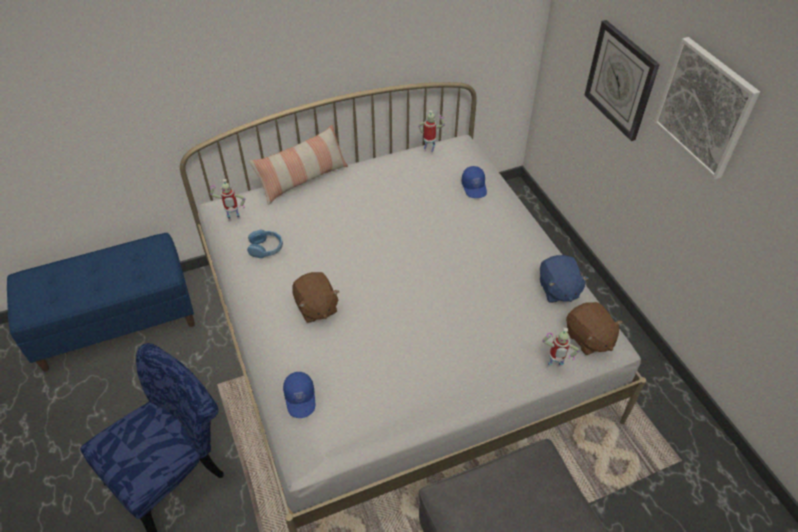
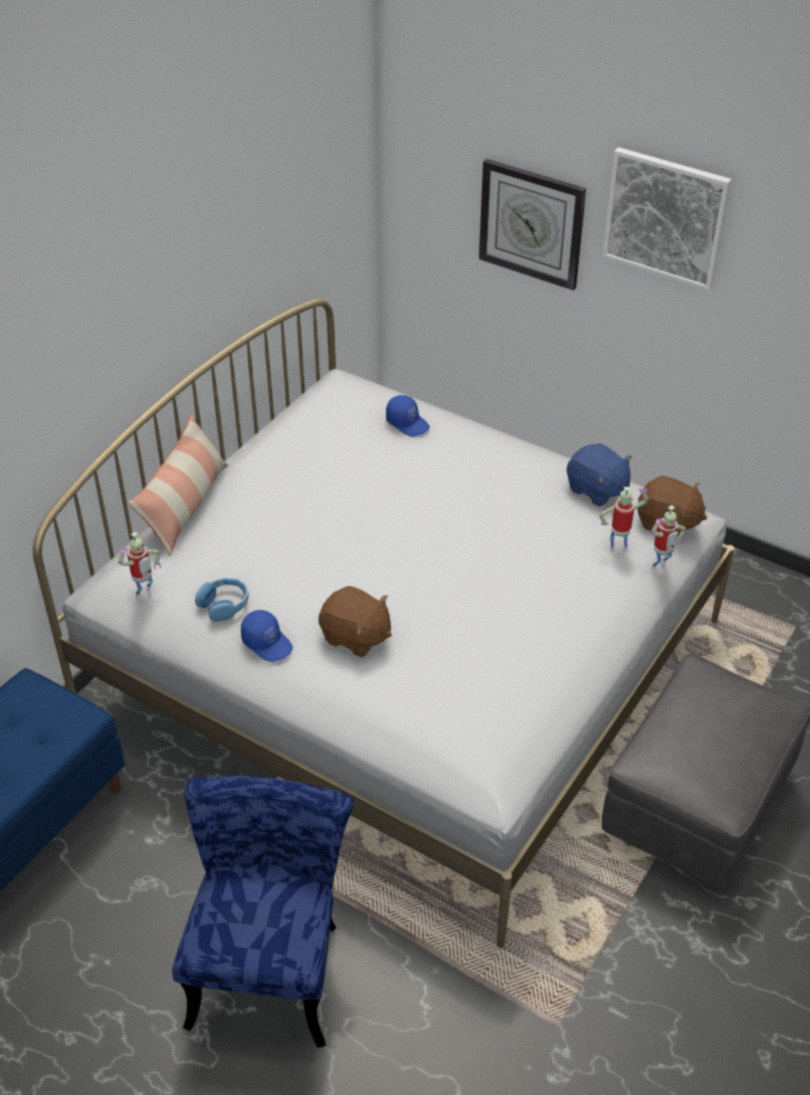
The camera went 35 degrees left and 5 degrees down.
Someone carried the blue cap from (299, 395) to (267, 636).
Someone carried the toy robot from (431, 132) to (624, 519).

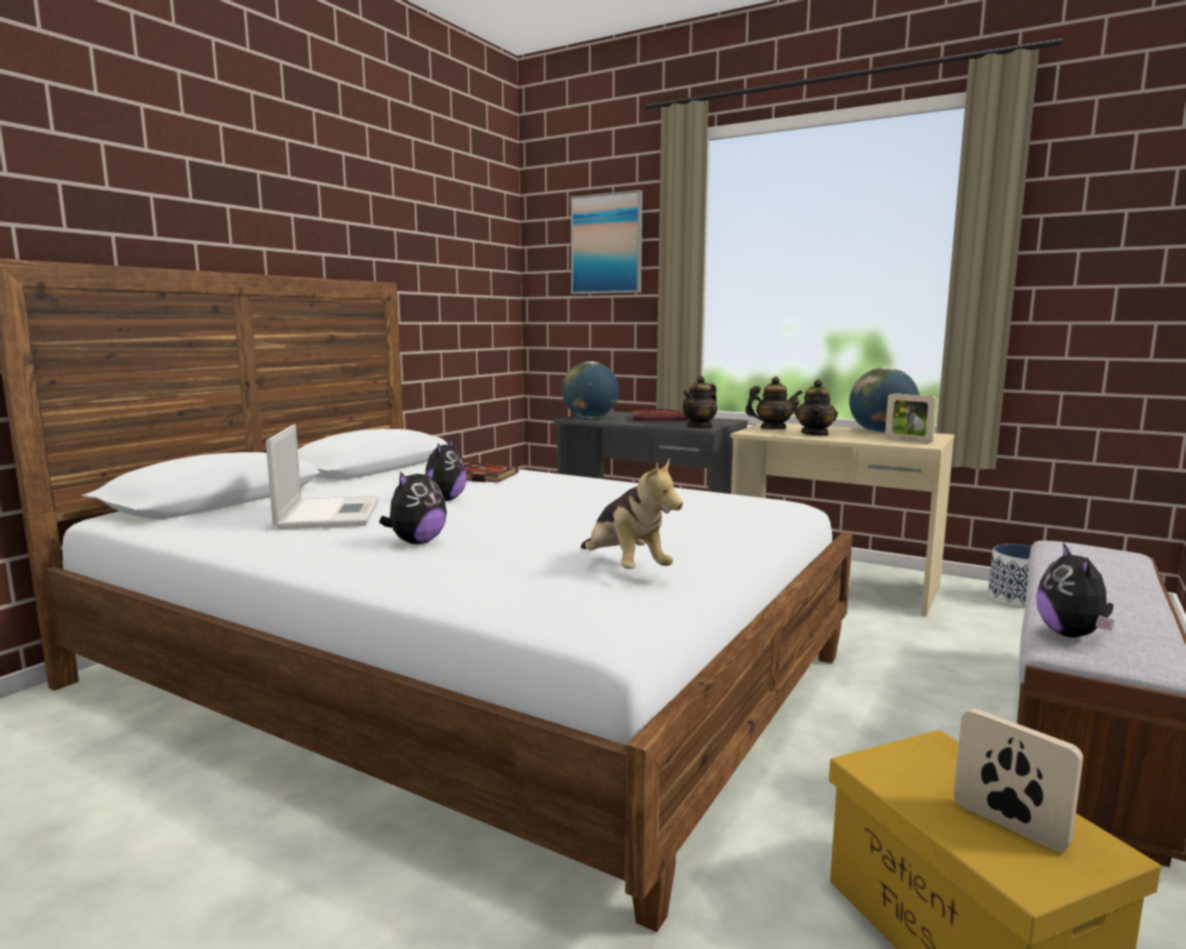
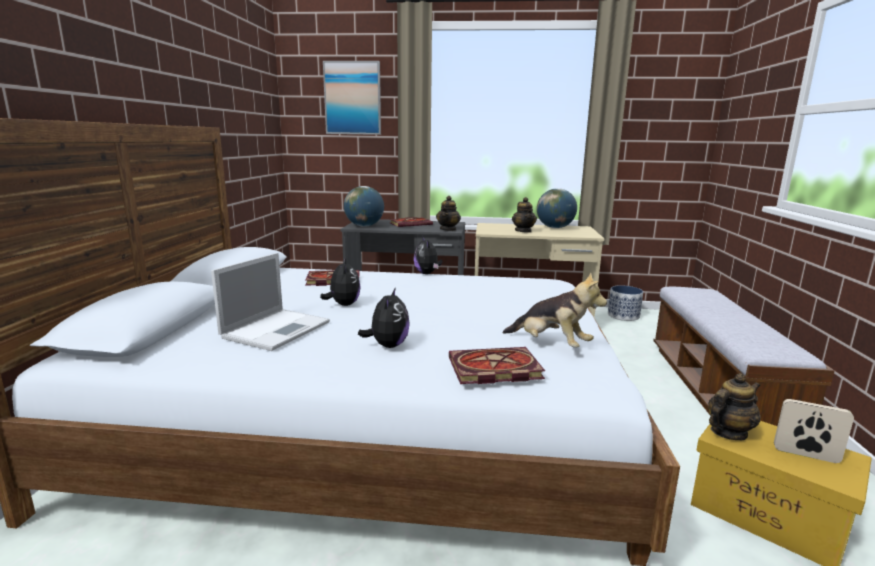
The camera went 25 degrees left and 5 degrees up.
Someone rotated the laptop at (322, 476) by 60 degrees clockwise.
Someone carried the teapot from (774, 403) to (734, 406).
Someone took away the picture frame at (911, 418).
Someone carried the plush toy from (1075, 590) to (427, 255).
Someone put down the book at (497, 365).

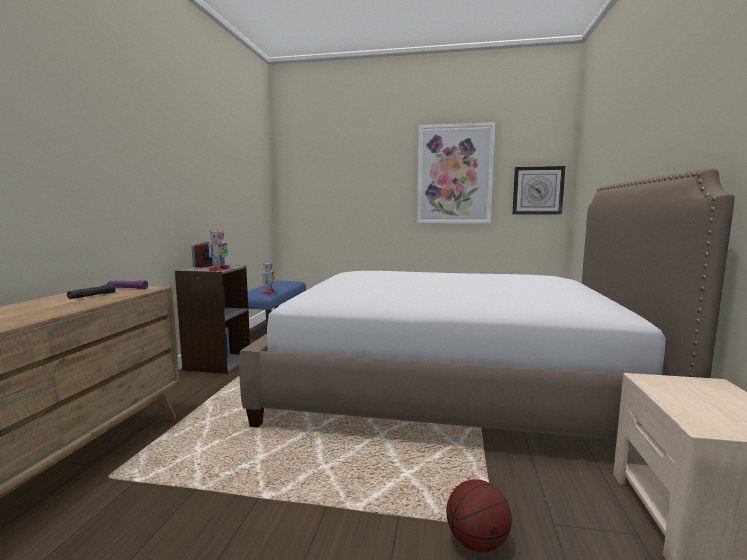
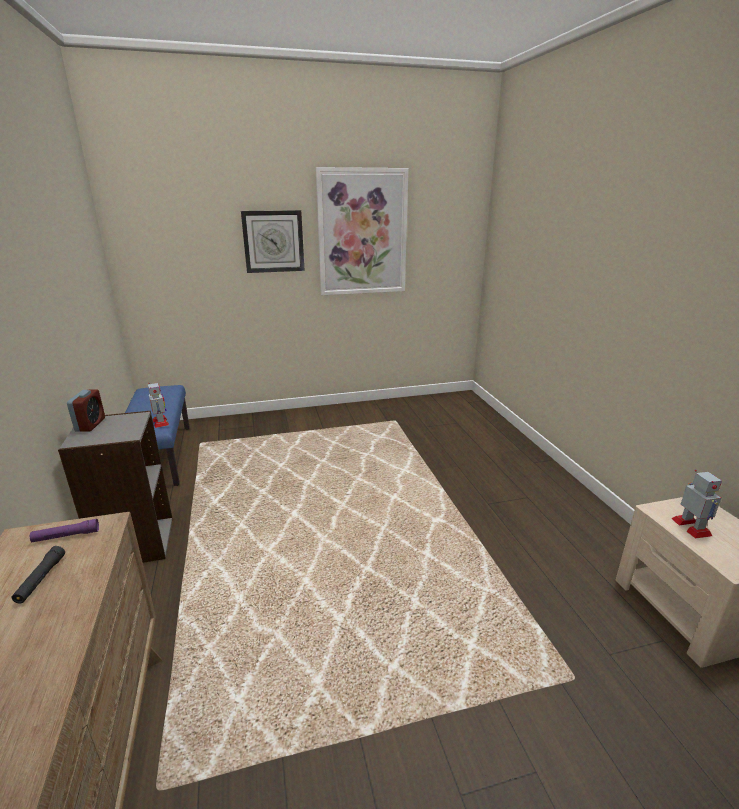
The camera went 25 degrees left and 15 degrees up.
Someone carried the toy robot from (219, 251) to (696, 504).
Someone took away the bed at (487, 304).
Someone took away the basketball at (479, 515).
Someone carried the wall clock from (538, 190) to (273, 241).

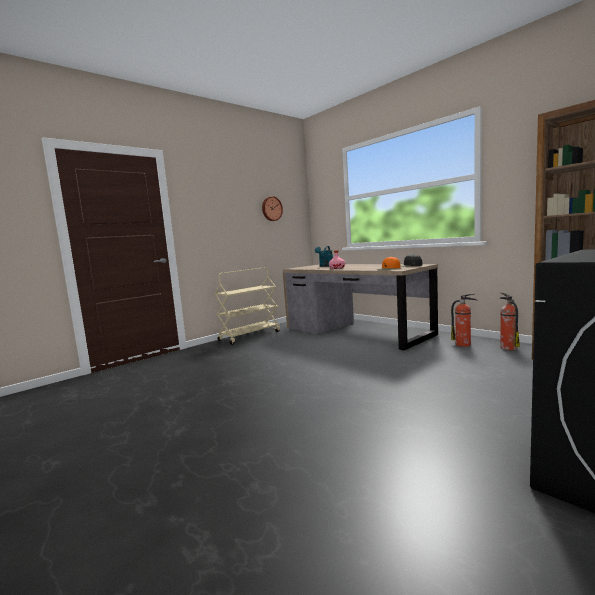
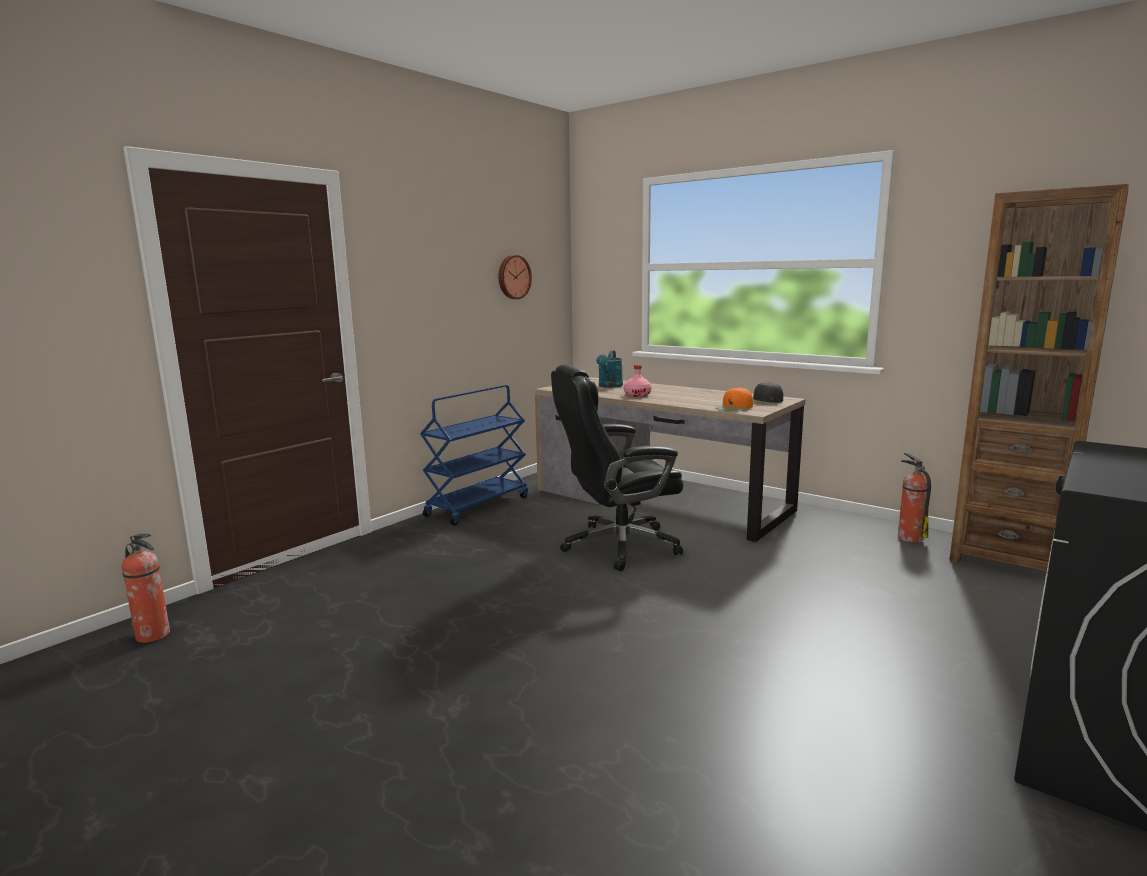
The camera went 10 degrees left and 5 degrees up.
Someone repainted the beige cart at (247, 306), which became the blue cart at (474, 455).
Someone carried the fire extinguisher from (464, 320) to (146, 588).
Someone put down the black office chair at (617, 467).

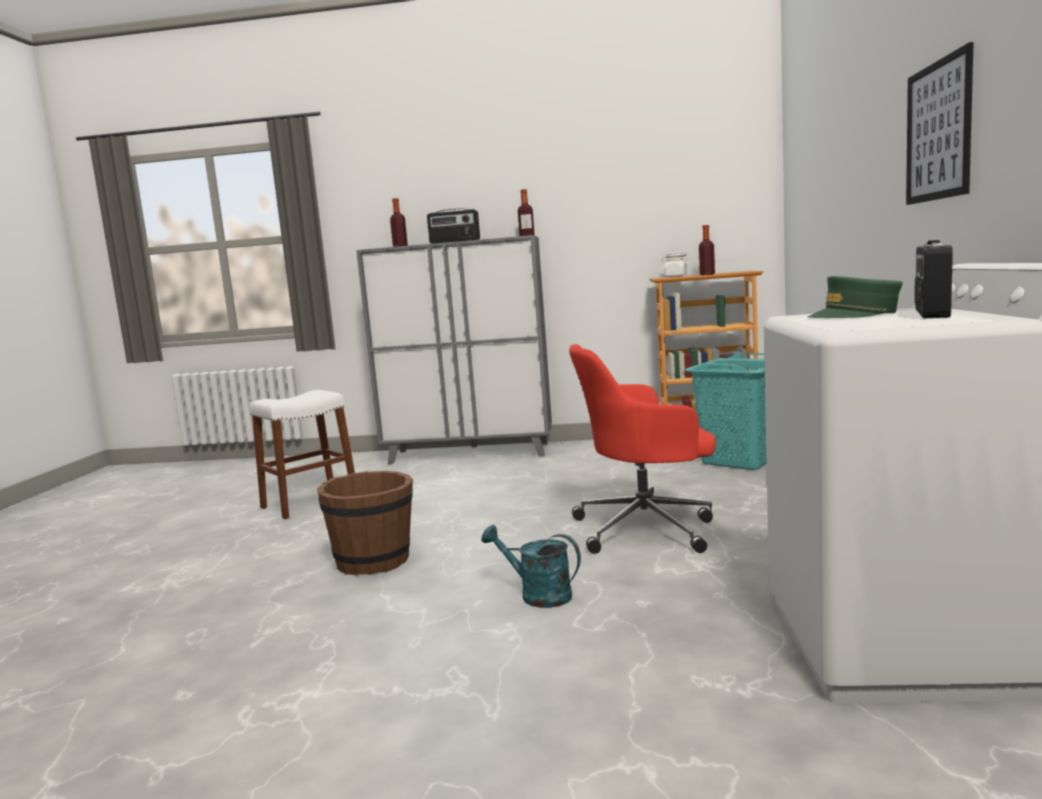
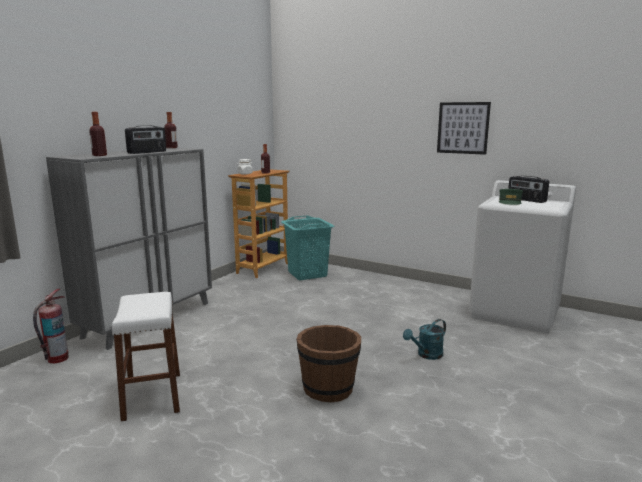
The camera went 65 degrees left and 5 degrees up.
Someone took away the red office chair at (642, 449).
Someone put down the fire extinguisher at (51, 326).

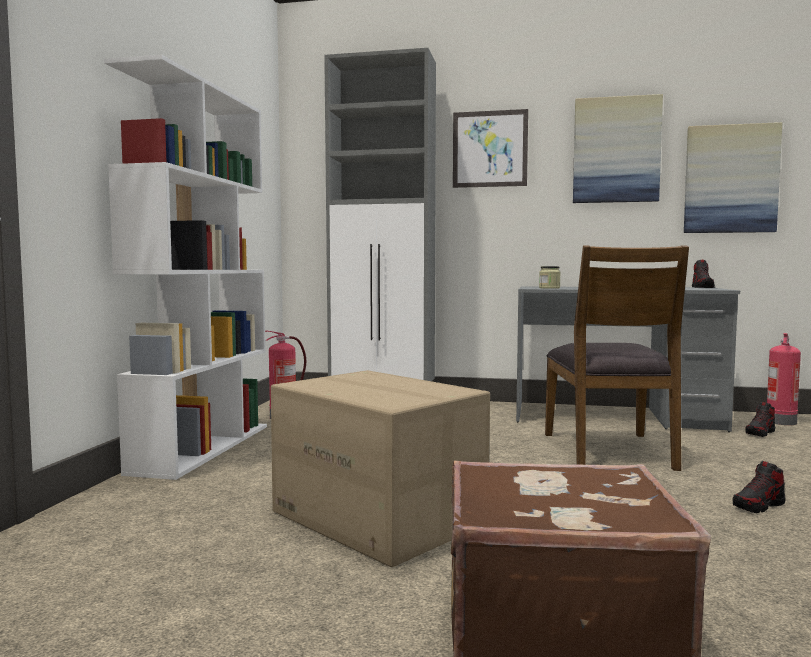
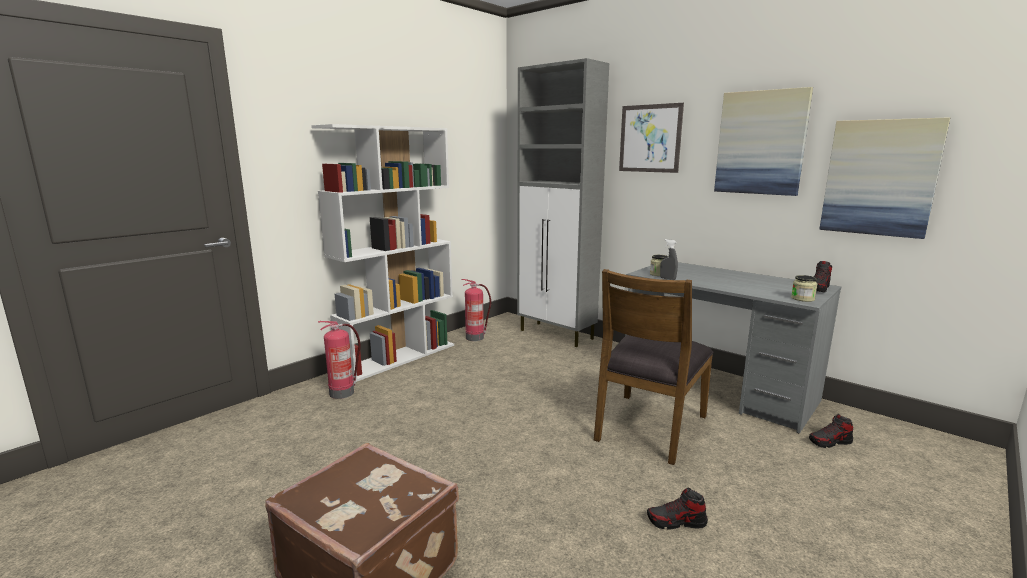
The camera went 30 degrees right and 10 degrees up.
Someone took away the cardboard box at (380, 468).
Someone carried the fire extinguisher from (784, 379) to (339, 360).
Someone put down the grey spray bottle at (669, 259).
Someone put down the jar at (804, 288).

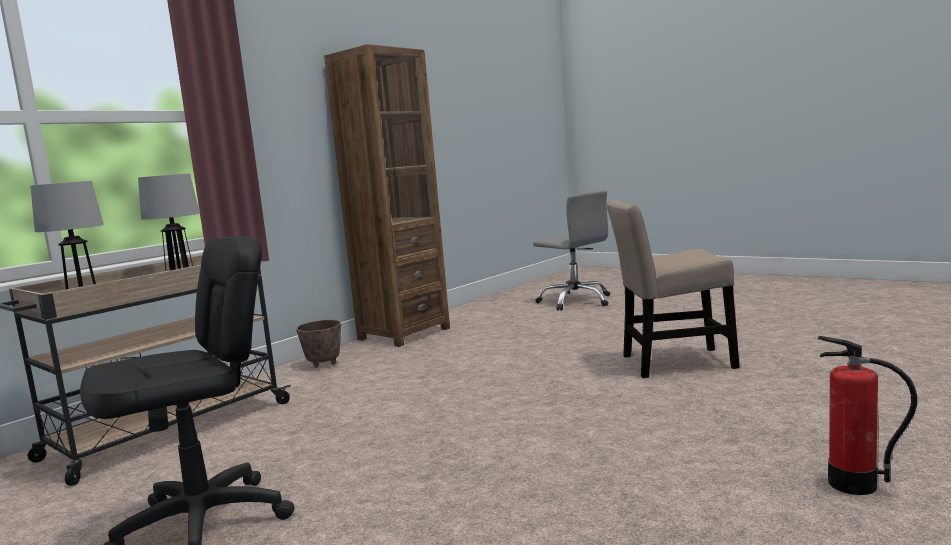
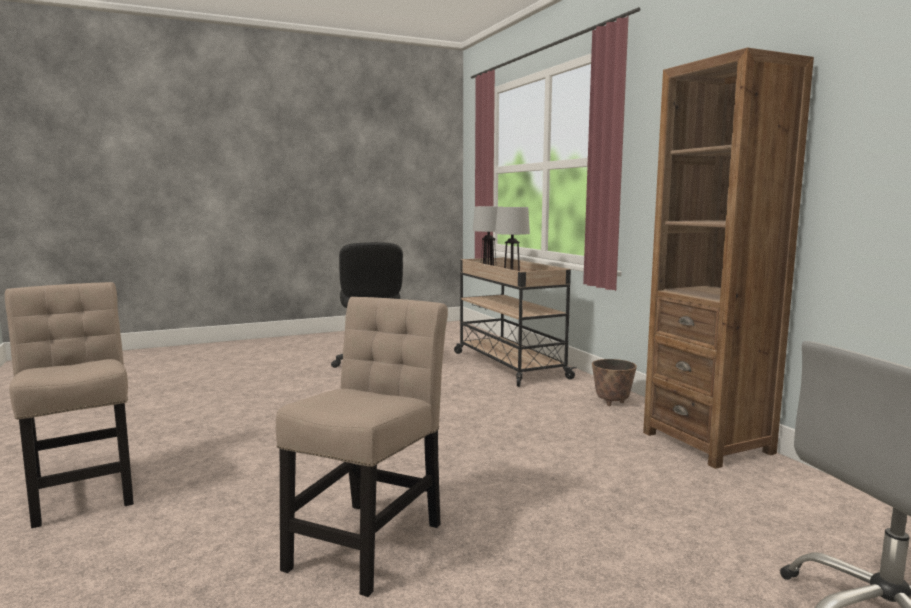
The camera went 115 degrees right and 0 degrees up.
Someone swapped the fire extinguisher at (867, 415) for the beige chair at (69, 405).

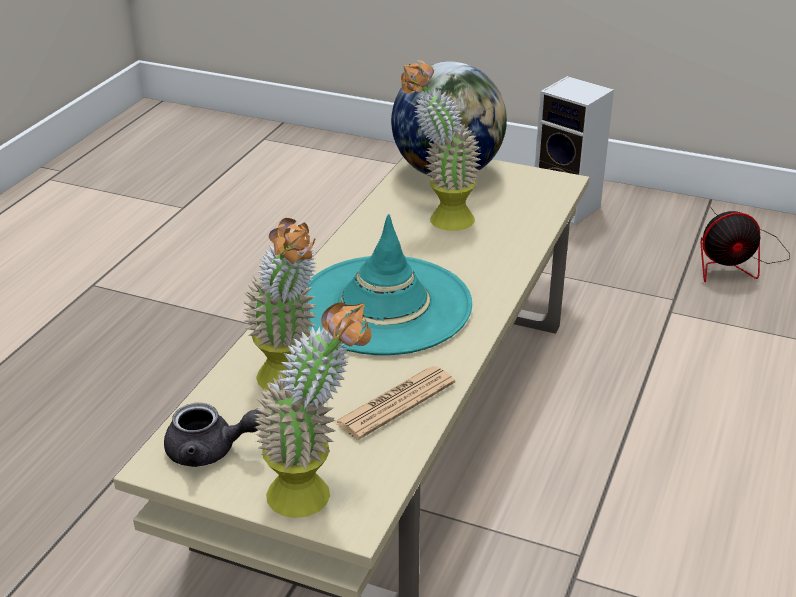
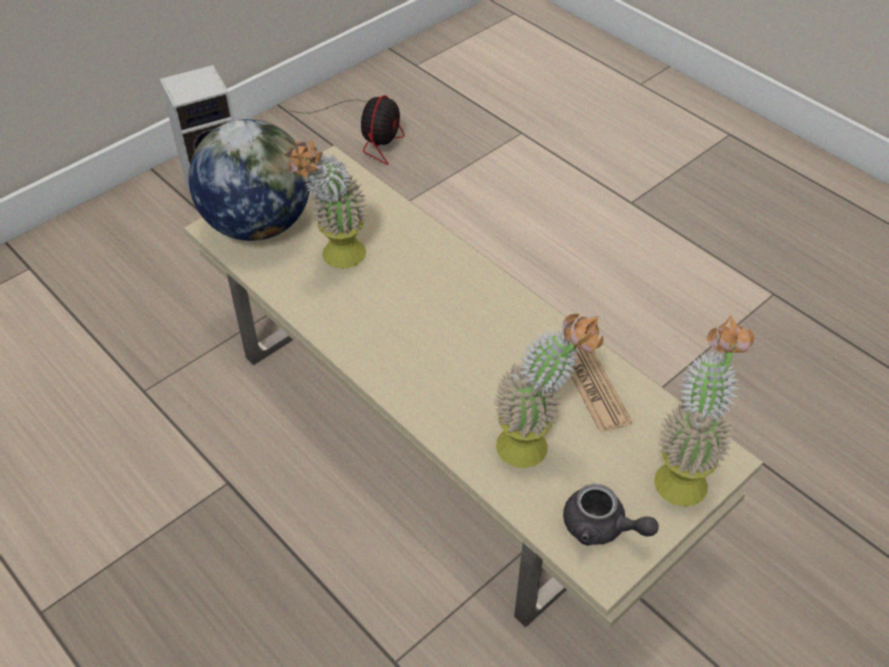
The camera went 65 degrees left and 15 degrees up.
Someone rotated the grey teapot at (213, 435) by 90 degrees clockwise.
Someone took away the turquoise hat at (388, 284).

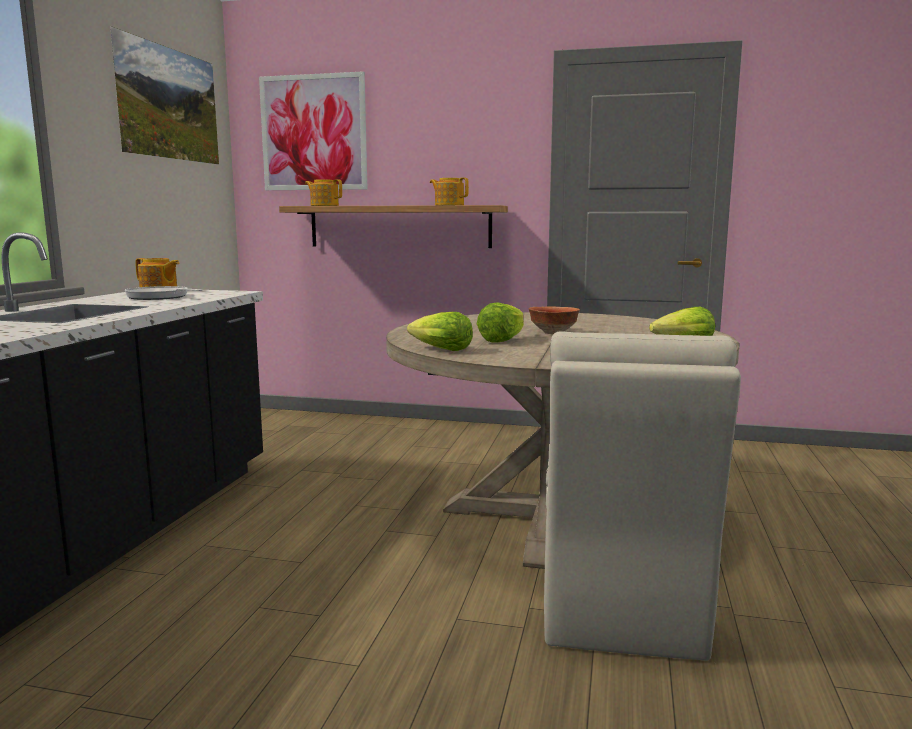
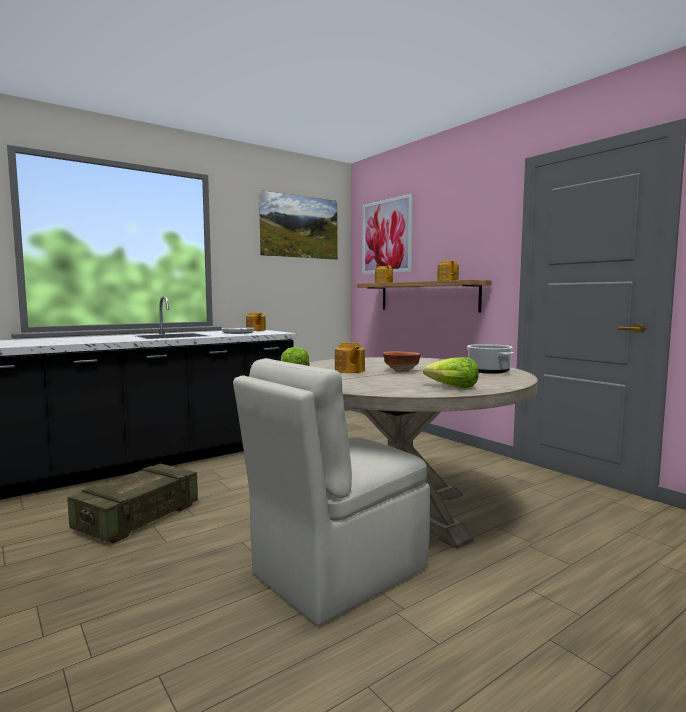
The camera went 40 degrees right and 5 degrees down.
Someone swapped the lettuce at (500, 322) for the teapot at (350, 357).
Someone put down the crate at (133, 503).
Someone put down the cooking pot at (491, 359).

